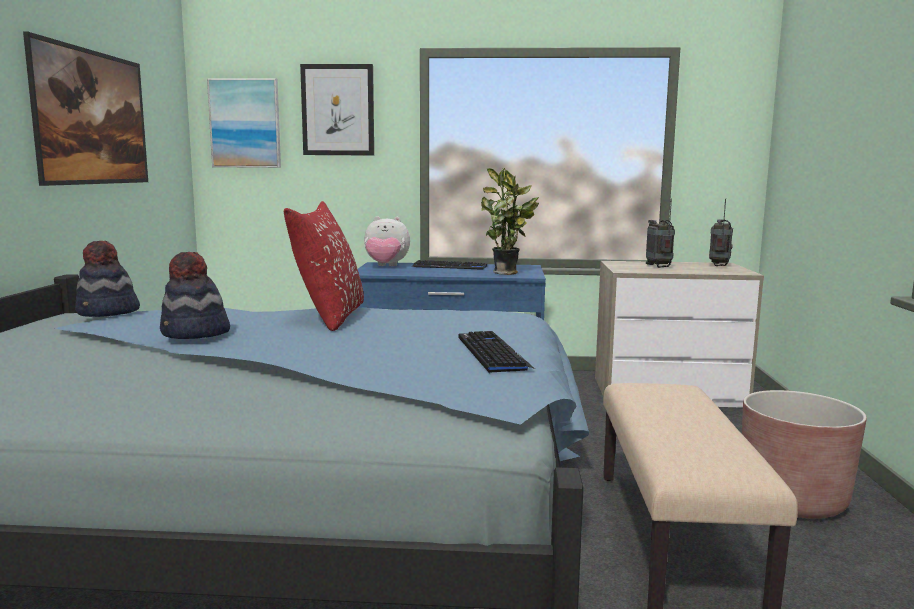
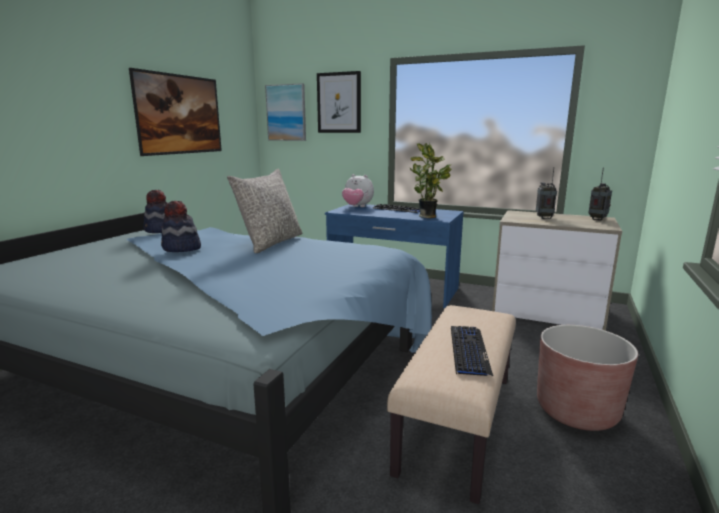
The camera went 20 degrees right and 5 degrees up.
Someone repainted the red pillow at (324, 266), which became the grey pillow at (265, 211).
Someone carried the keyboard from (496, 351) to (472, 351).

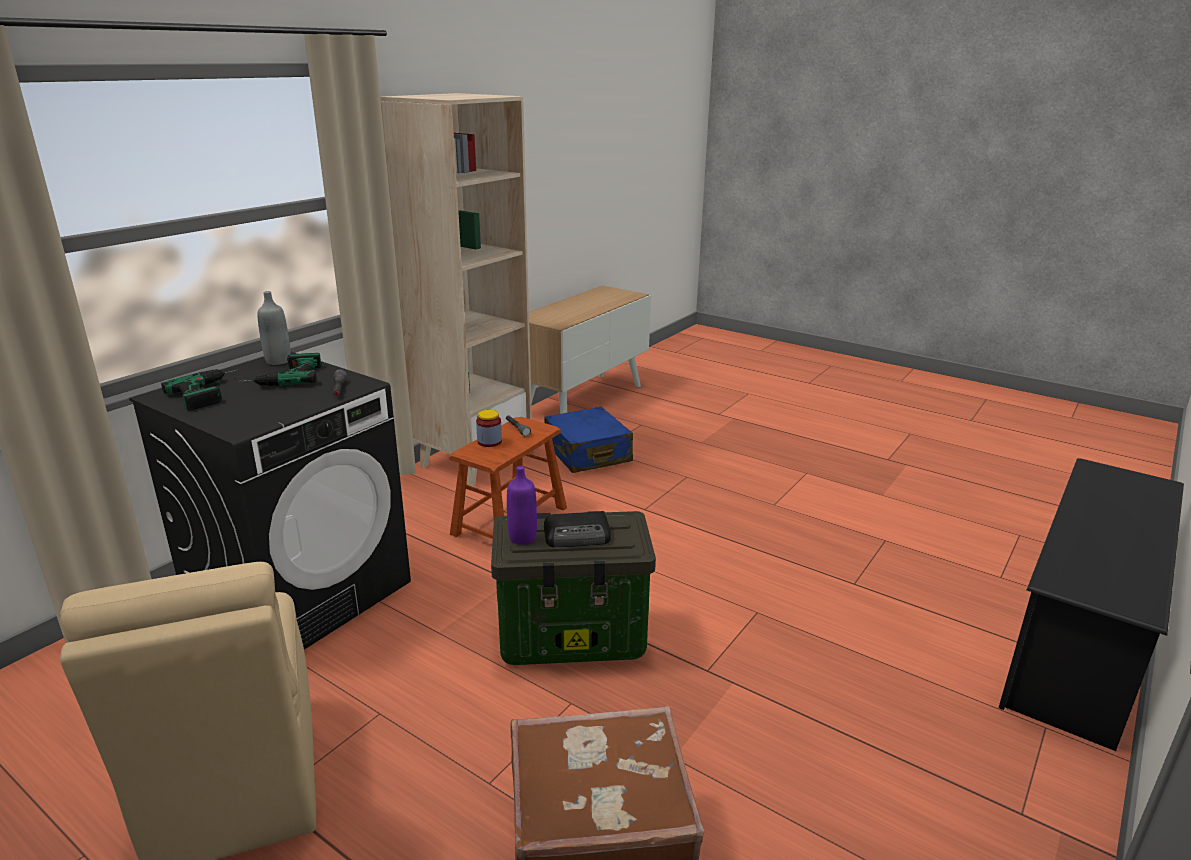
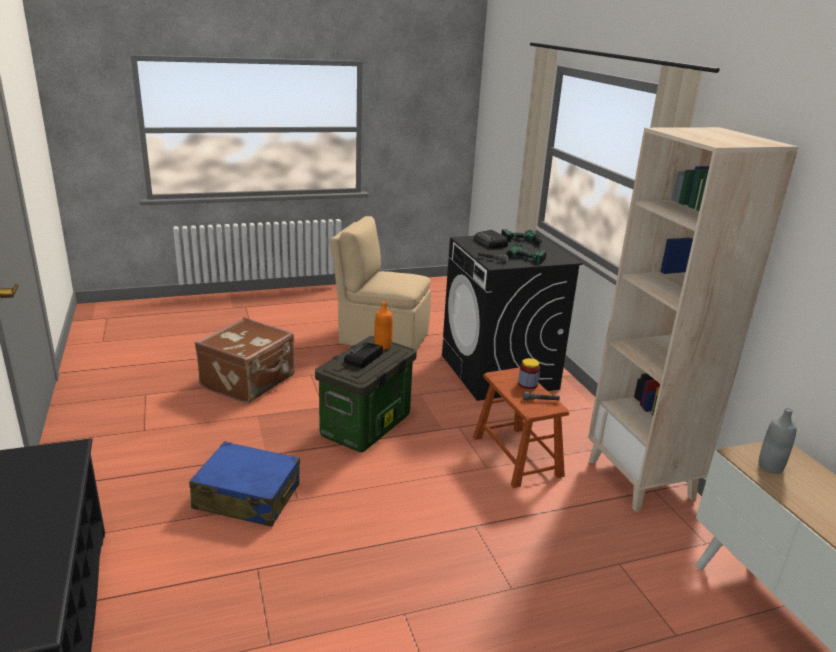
The camera went 125 degrees right and 0 degrees up.
Someone carried the grey bottle from (274, 328) to (777, 441).
Someone repainted the purple bottle at (522, 505), which became the orange bottle at (383, 325).
Someone carried the blue suitcase from (588, 440) to (244, 484).
Someone put down the radio at (491, 239).

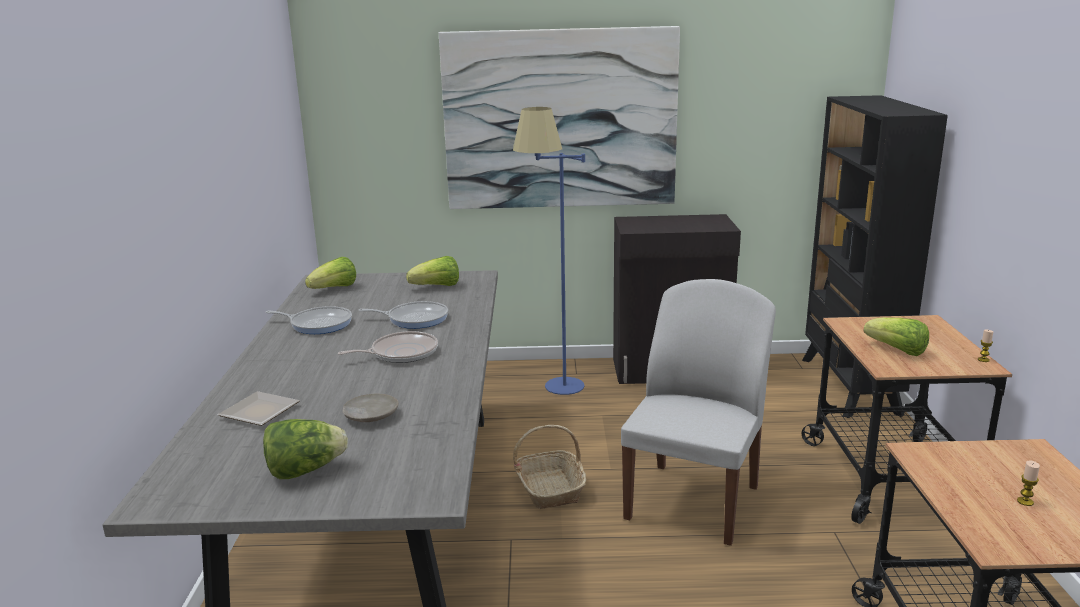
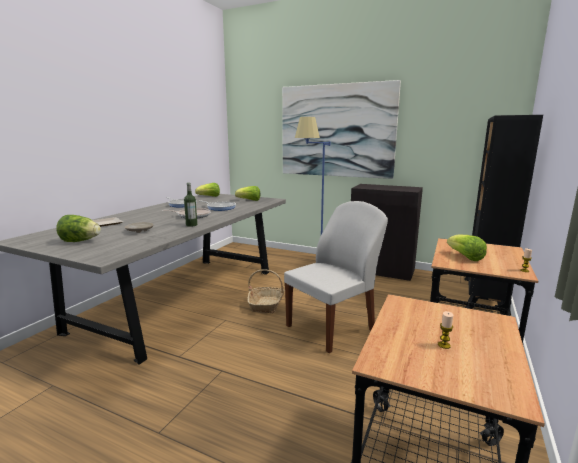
The camera went 25 degrees right and 5 degrees down.
Someone put down the bottle at (190, 205).

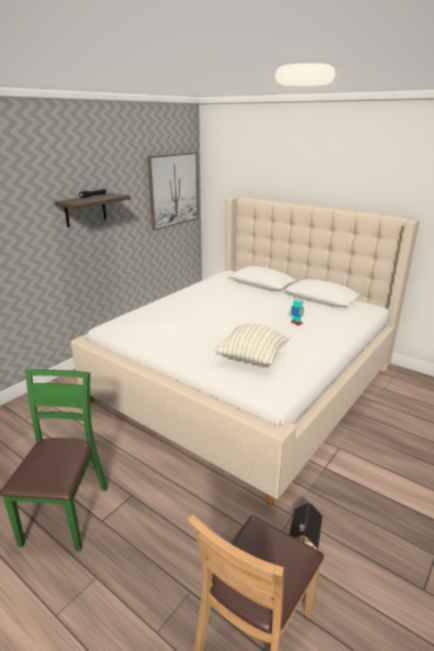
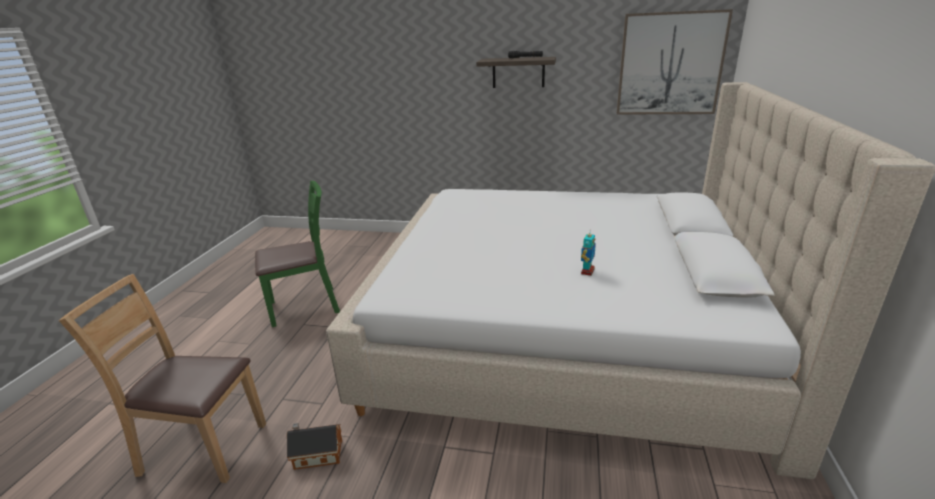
The camera went 65 degrees right and 0 degrees up.
Someone took away the pillow at (252, 344).

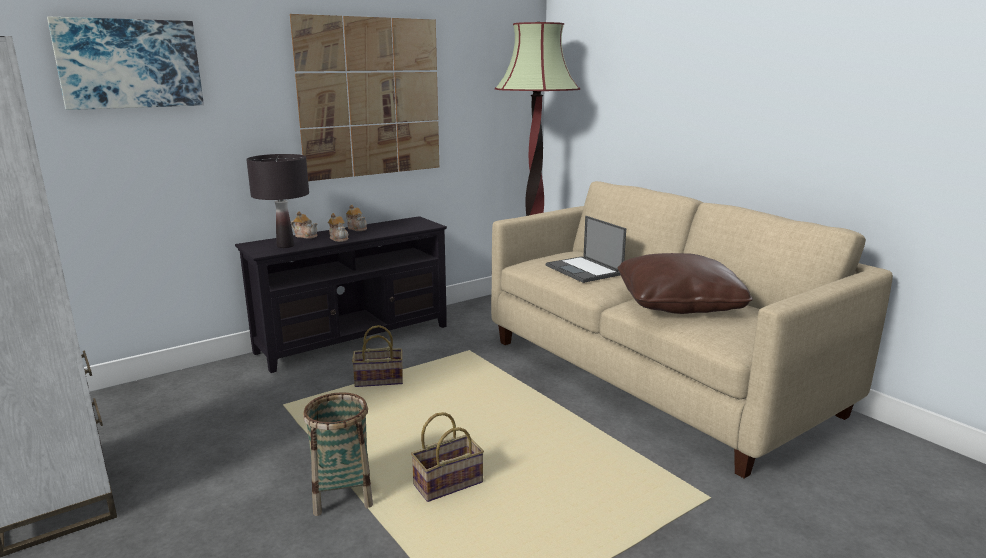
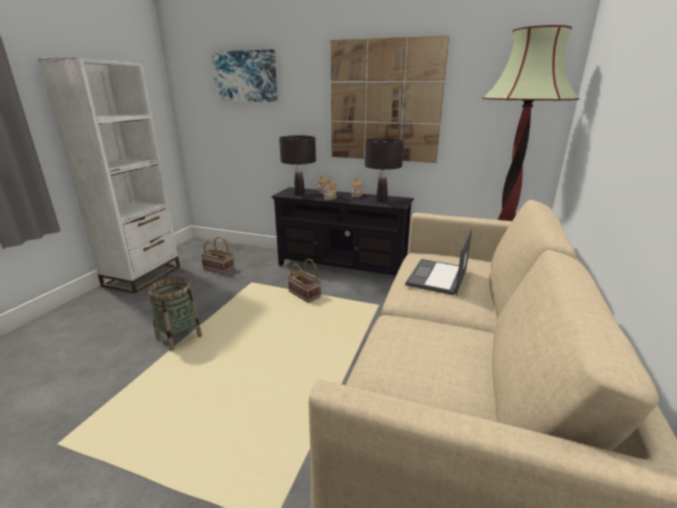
The camera went 55 degrees right and 5 degrees up.
Someone carried the basket from (447, 457) to (217, 255).
Someone took away the brown pillow at (685, 283).
Someone put down the black table lamp at (384, 170).

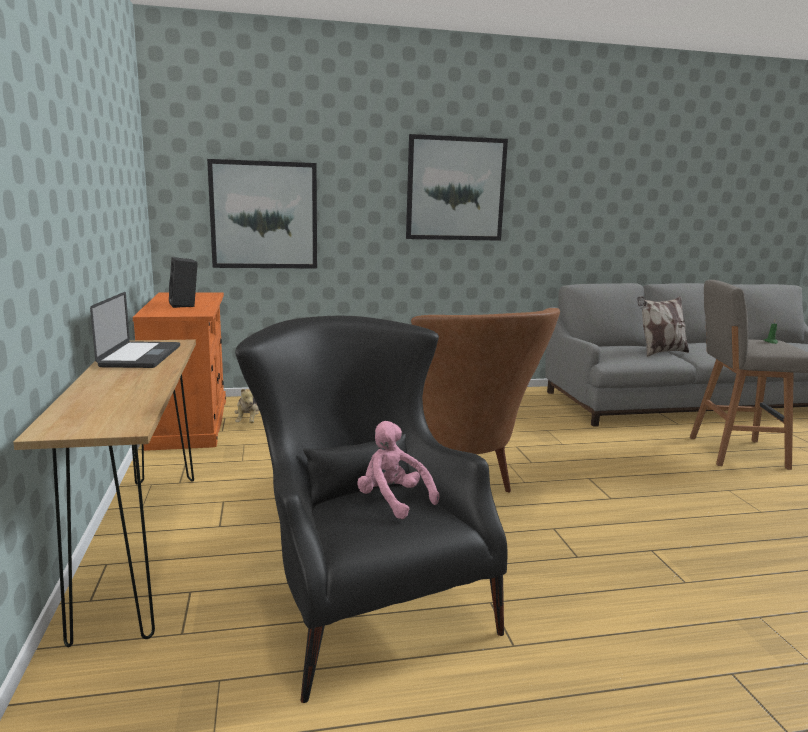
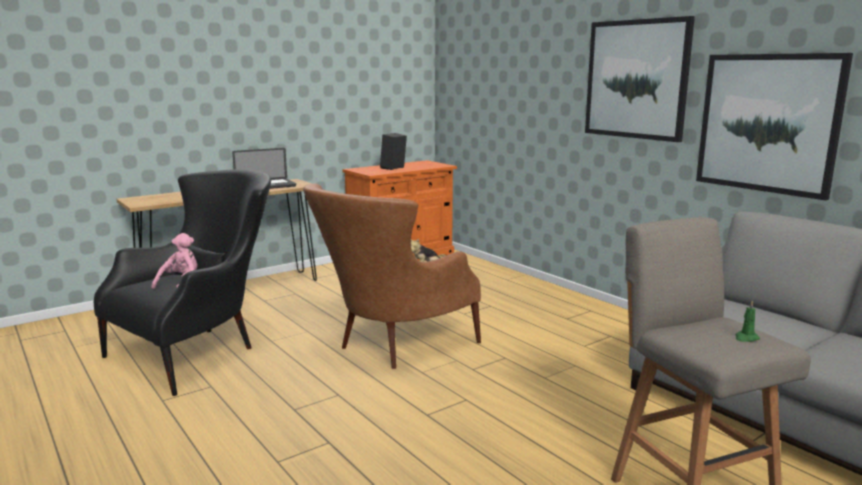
The camera went 65 degrees right and 0 degrees up.
Someone carried the picture from (262, 213) to (774, 126).
Someone took away the pillow at (663, 326).

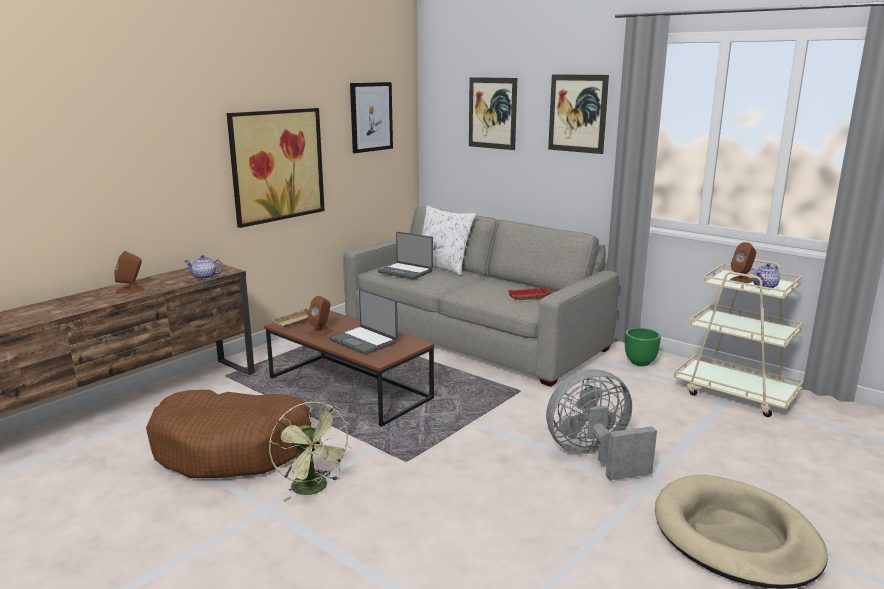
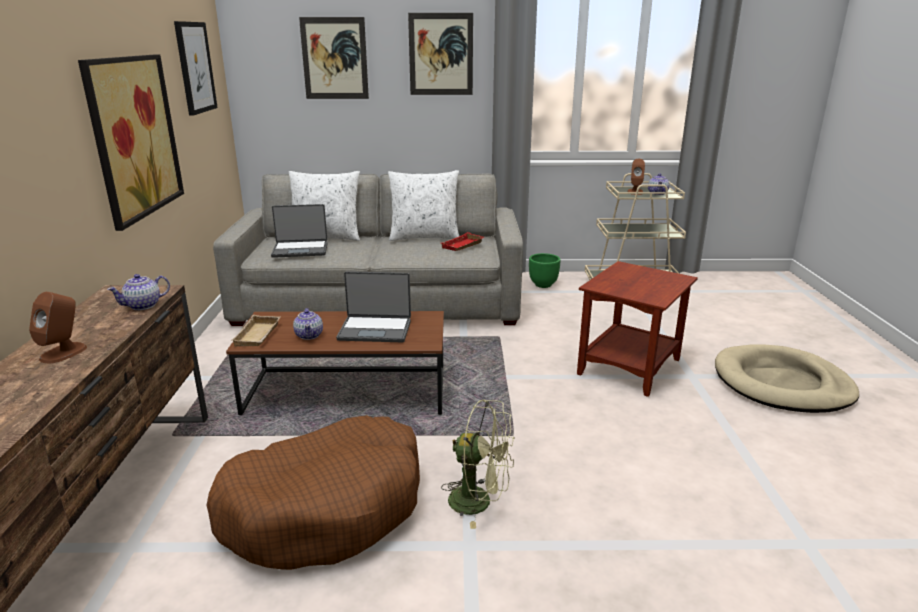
The camera went 40 degrees left and 5 degrees up.
Someone swapped the brown speaker at (320, 316) for the teapot at (308, 324).
Someone swapped the grey fan at (601, 424) for the brown side table at (637, 329).
Someone put down the white pillow at (423, 205).

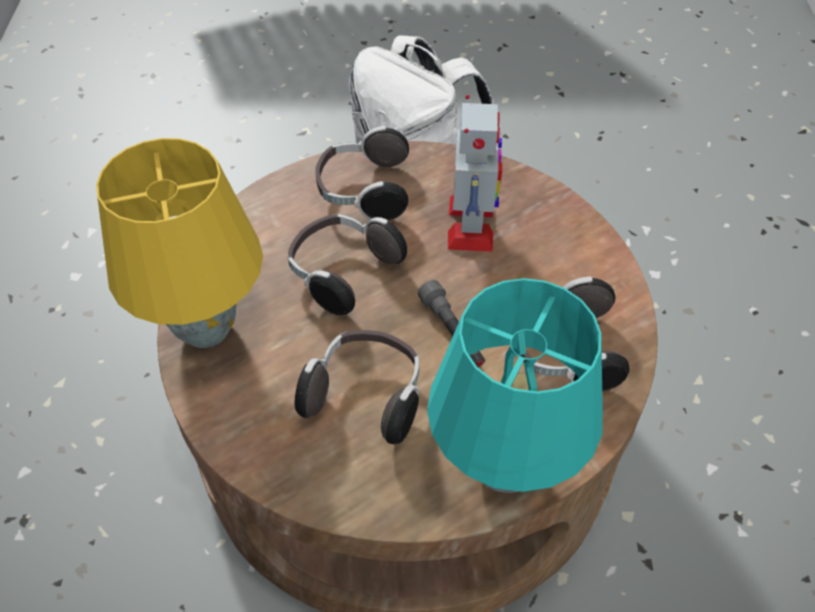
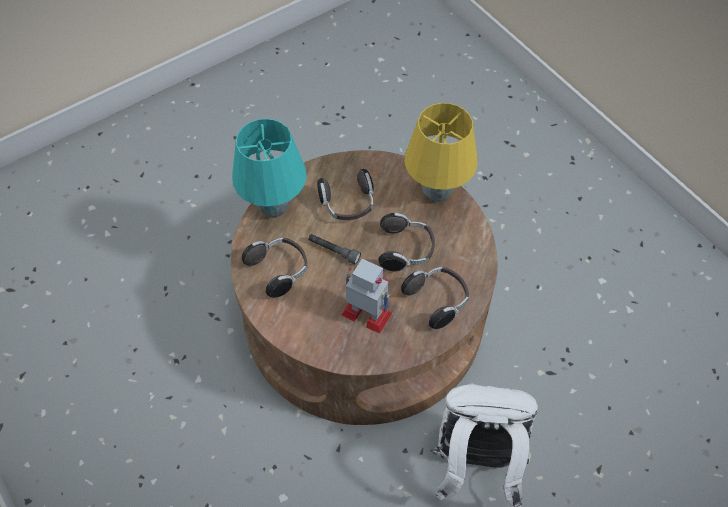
The camera went 145 degrees right and 5 degrees up.
Someone rotated the toy robot at (475, 173) by 150 degrees clockwise.

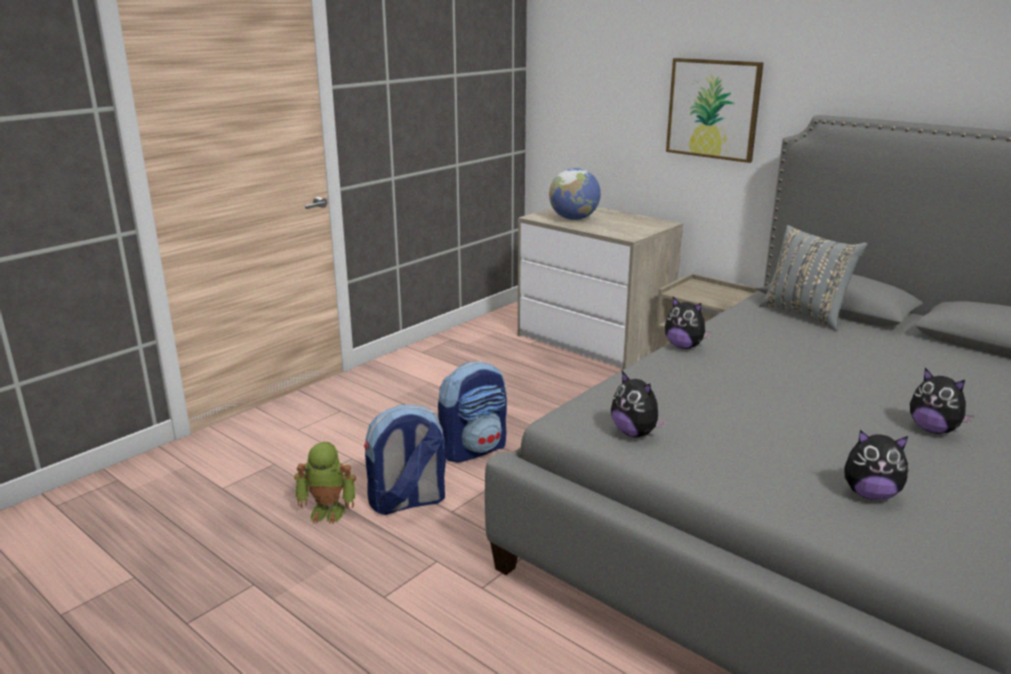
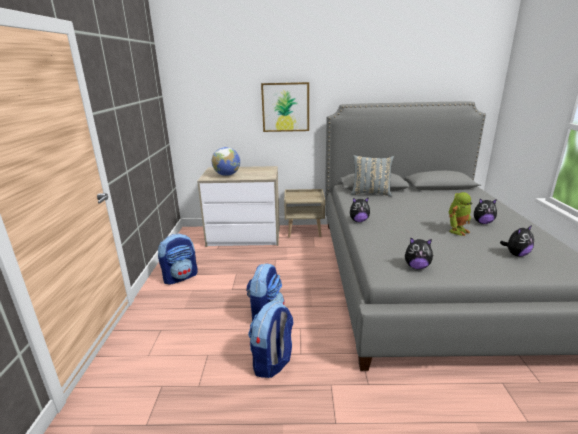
The camera went 40 degrees left and 0 degrees up.
Someone carried the toy robot from (325, 483) to (461, 214).
Someone put down the backpack at (178, 259).

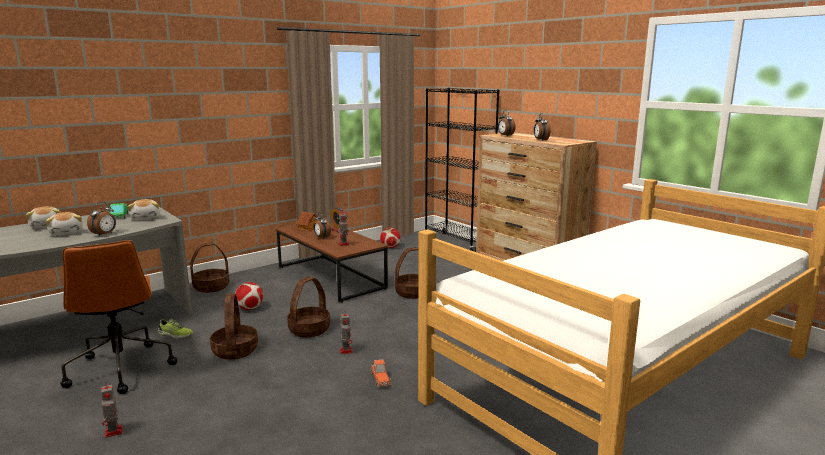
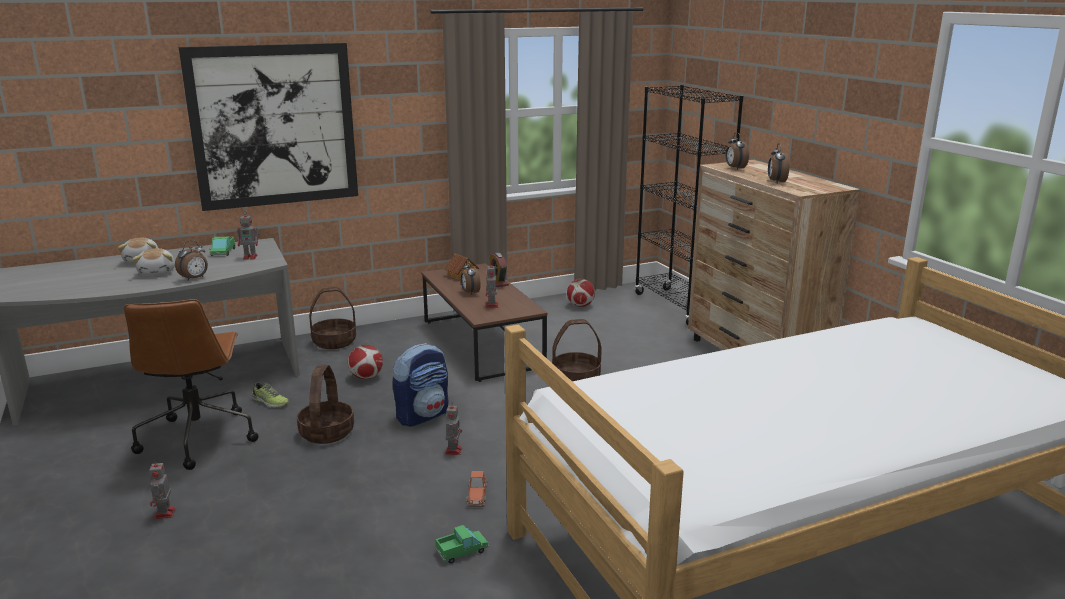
The camera went 15 degrees right and 5 degrees up.
Someone swapped the plush toy at (144, 209) for the toy robot at (248, 235).
Someone swapped the basket at (308, 307) for the backpack at (420, 384).
Someone put up the picture at (268, 127).
Someone put down the toy truck at (462, 544).

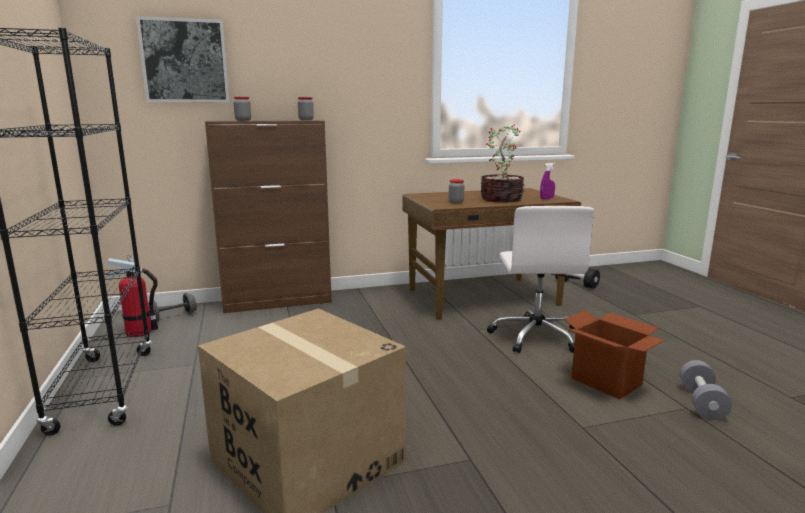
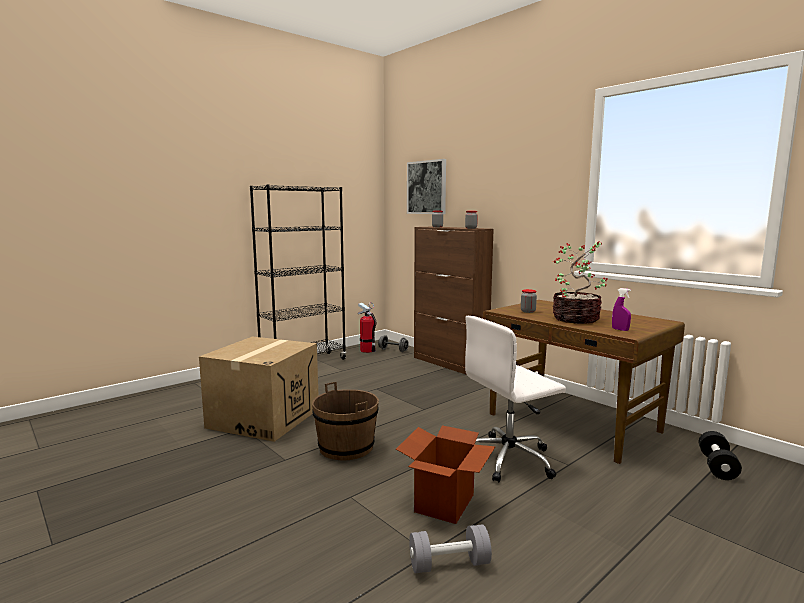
The camera went 65 degrees right and 5 degrees down.
Someone put down the brown bucket at (345, 421).

